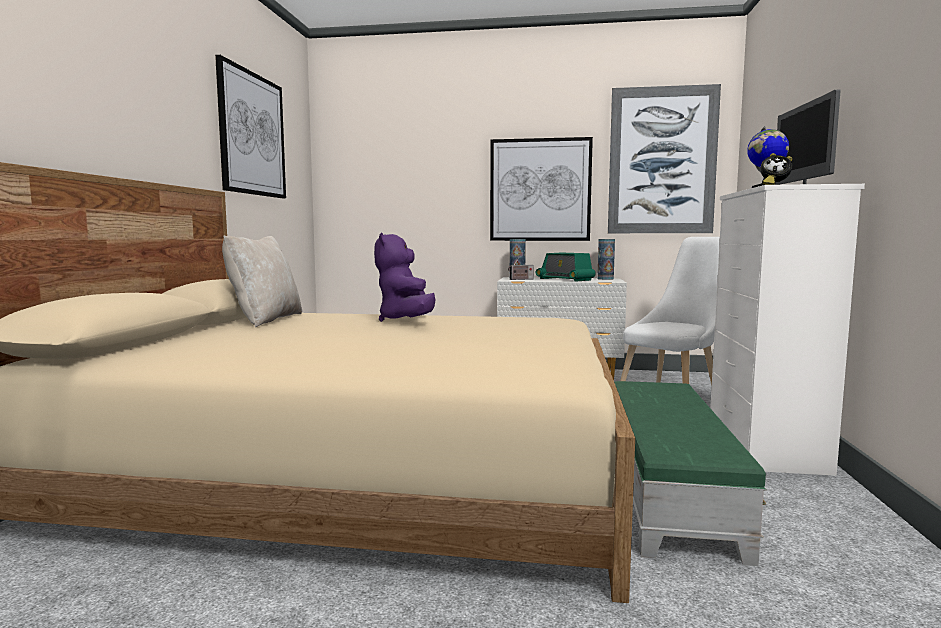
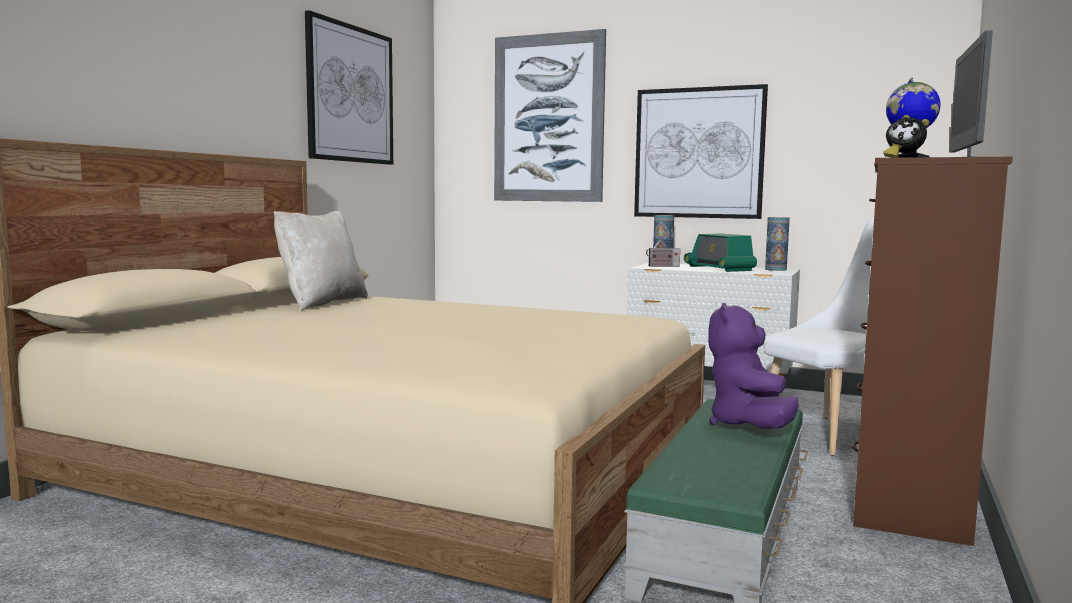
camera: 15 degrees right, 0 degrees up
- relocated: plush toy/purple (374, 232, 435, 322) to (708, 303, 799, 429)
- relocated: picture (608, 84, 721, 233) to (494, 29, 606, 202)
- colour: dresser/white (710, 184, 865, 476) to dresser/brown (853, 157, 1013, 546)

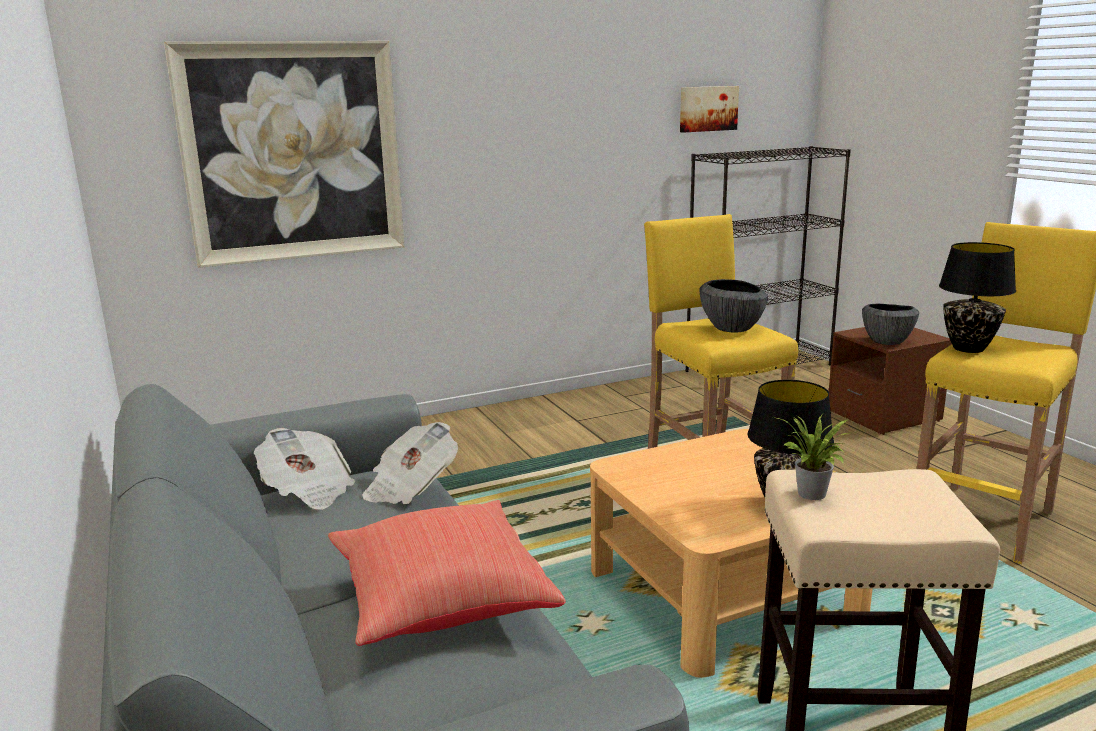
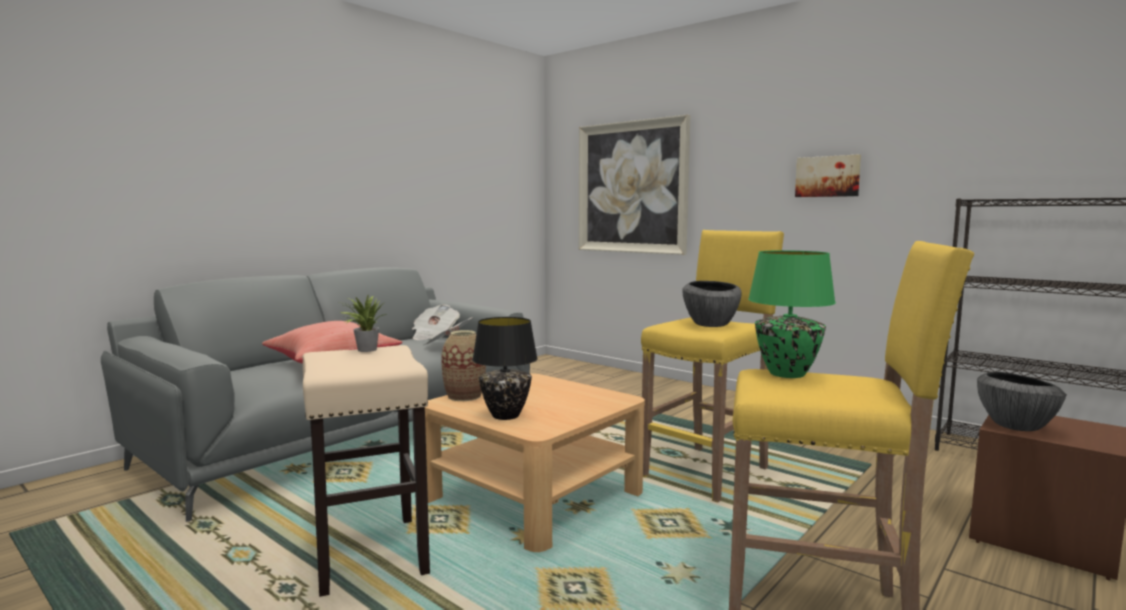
camera: 65 degrees right, 10 degrees down
- relocated: picture (680, 86, 739, 133) to (795, 154, 861, 197)
- colour: table lamp/black (939, 242, 1016, 353) to table lamp/green (748, 250, 836, 378)
- appeared: vase (442, 330, 486, 401)

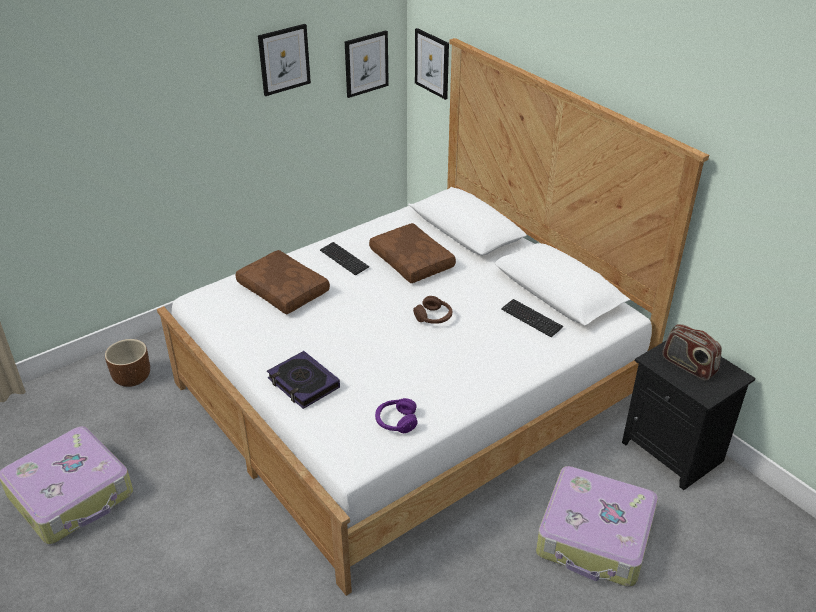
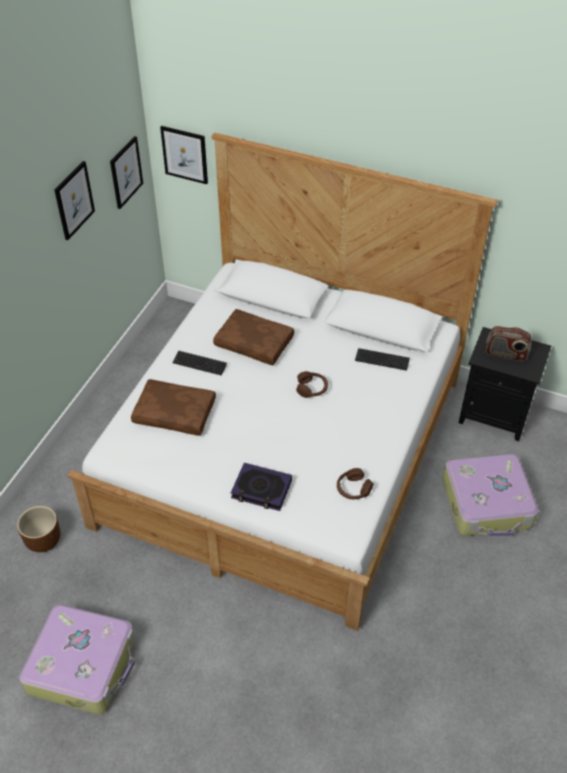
camera: 30 degrees left, 10 degrees up
- colour: headphones/purple (375, 398, 418, 433) to headphones/brown (337, 468, 373, 499)

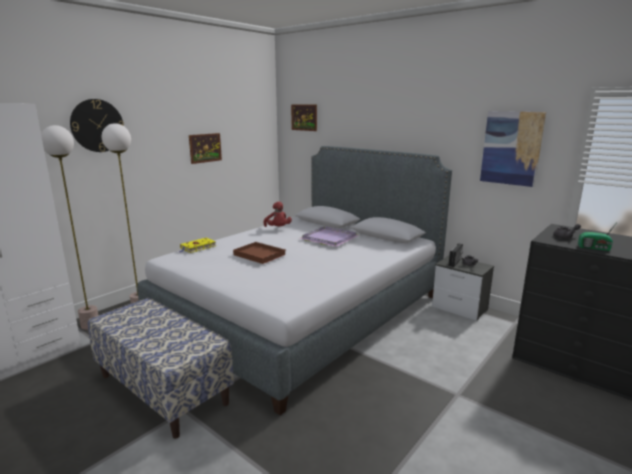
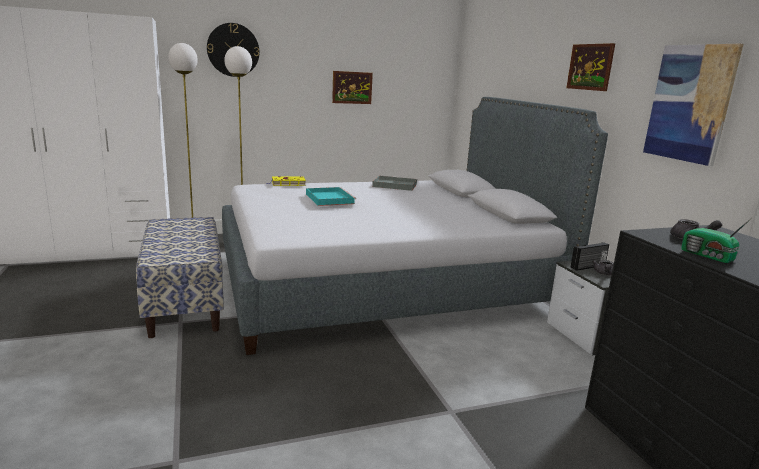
camera: 30 degrees right, 0 degrees up
- colour: tray/brown (233, 242, 286, 264) to tray/turquoise (306, 187, 356, 206)
- exchanged: plush toy/red (263, 202, 292, 227) to tray/grey (372, 175, 417, 191)
- relocated: picture (291, 104, 317, 131) to (566, 43, 615, 91)
- missing: tray/purple (299, 226, 359, 247)

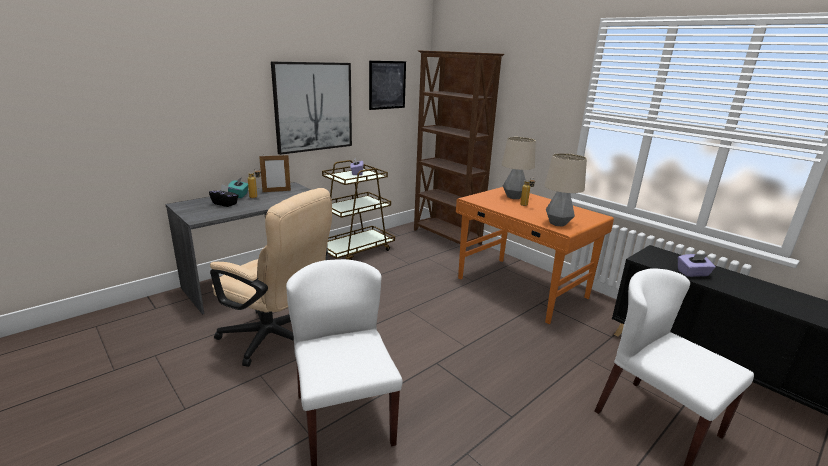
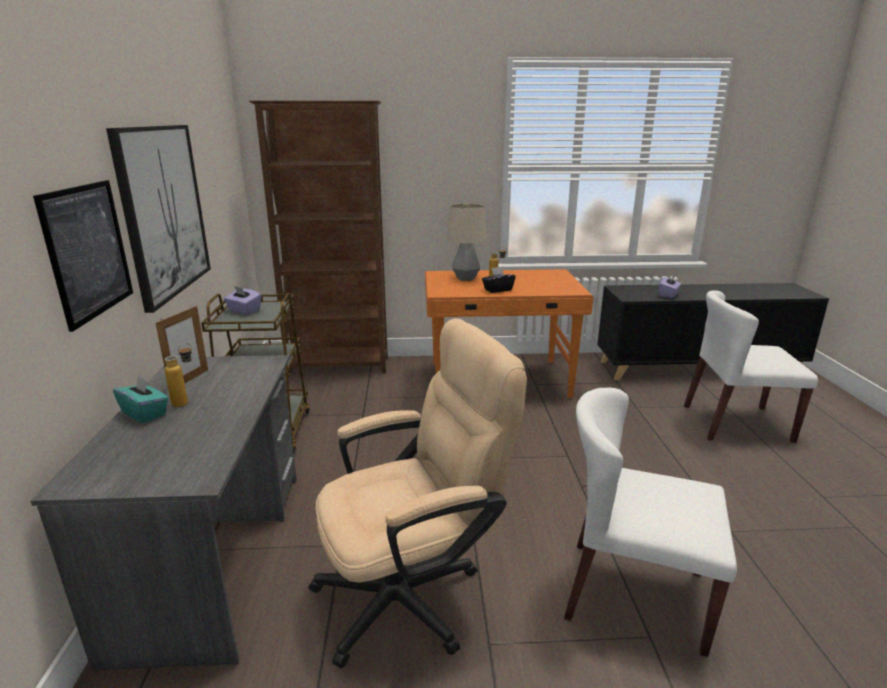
camera: 50 degrees left, 0 degrees up
- relocated: tissue box/black (209, 184, 239, 207) to (482, 267, 515, 293)
- relocated: picture (369, 61, 406, 110) to (33, 180, 133, 332)
- missing: table lamp (544, 153, 587, 227)

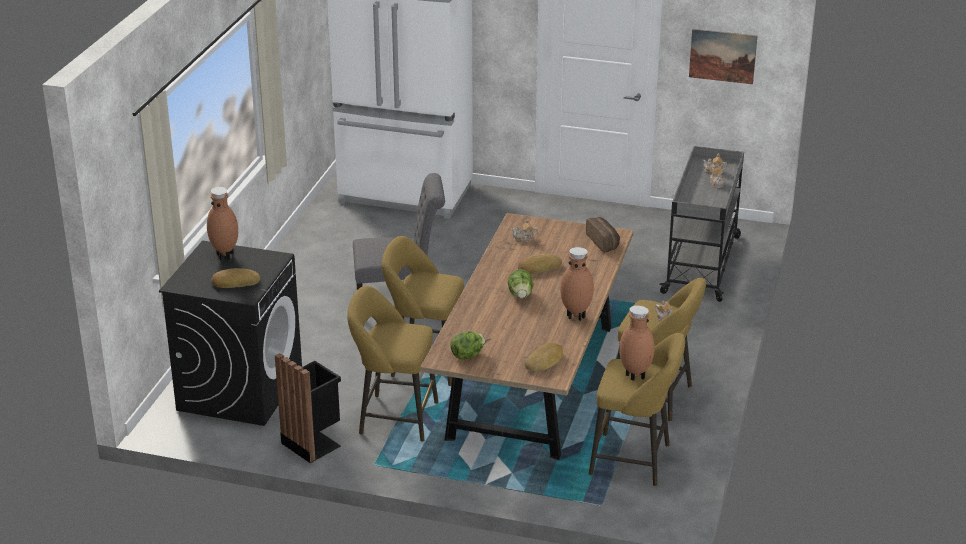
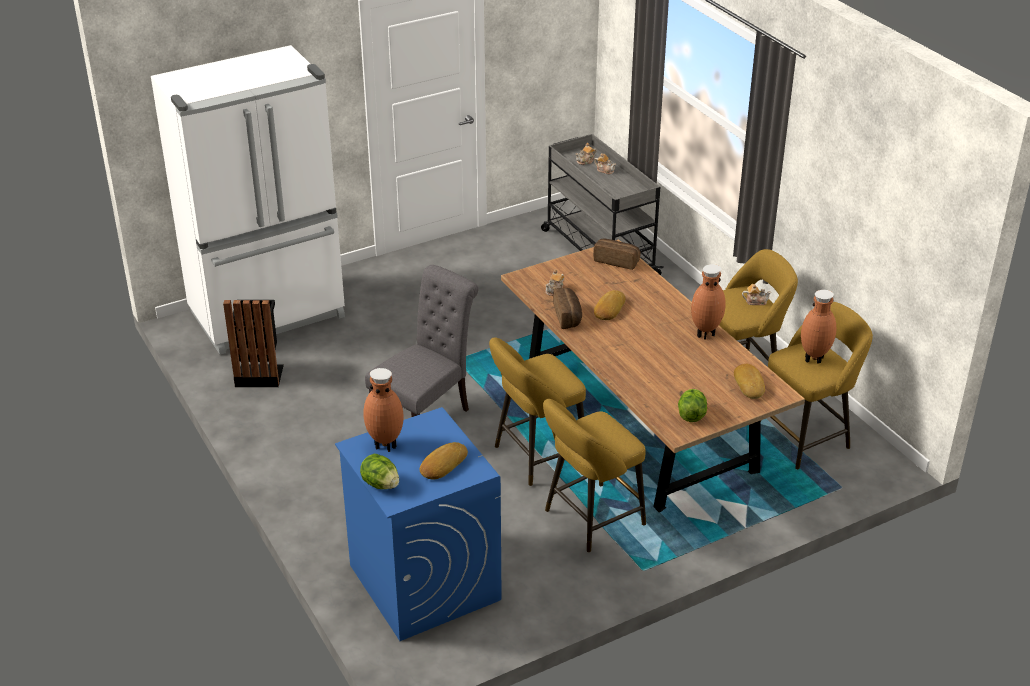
camera: 45 degrees left, 5 degrees up
- colour: washing machine/black (159, 241, 302, 426) to washing machine/blue (335, 407, 502, 641)
- relocated: trash can/black (275, 353, 341, 463) to (223, 300, 284, 387)
- relocated: lettuce (508, 269, 534, 298) to (360, 454, 399, 489)
- missing: picture (689, 29, 757, 84)
- appeared: bread (553, 288, 582, 329)

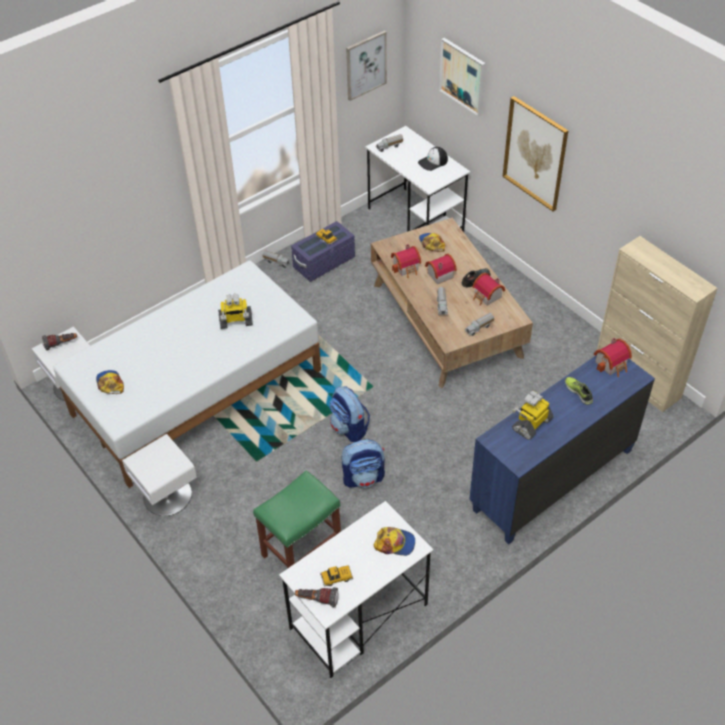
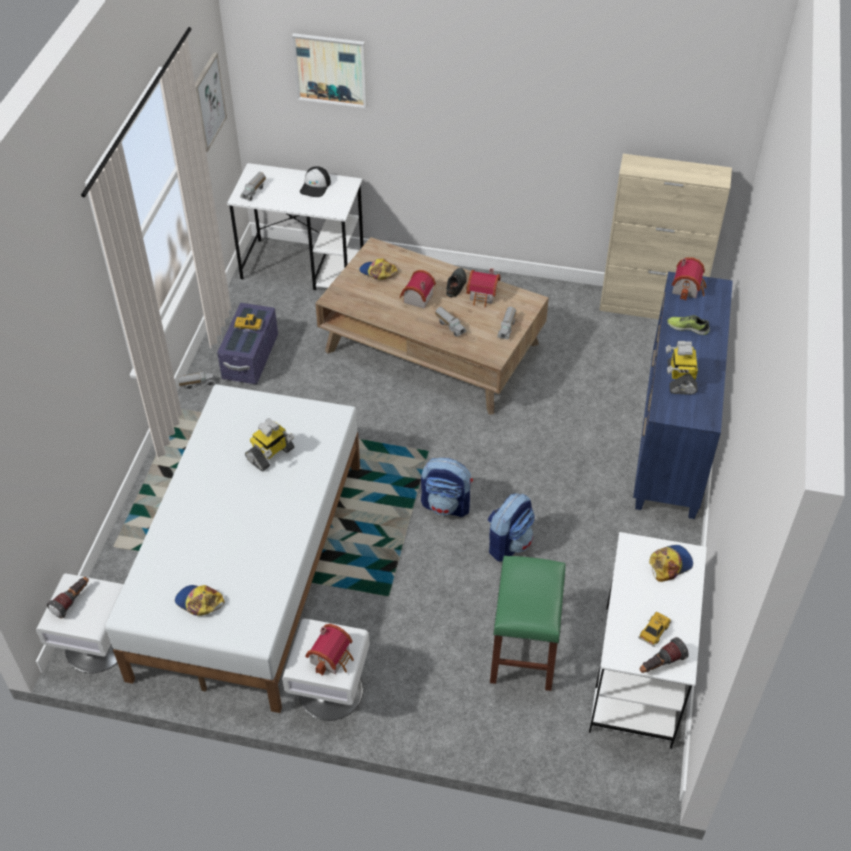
camera: 40 degrees left, 0 degrees up
- relocated: toy house (391, 244, 421, 278) to (305, 624, 354, 676)
- missing: picture (503, 96, 568, 211)

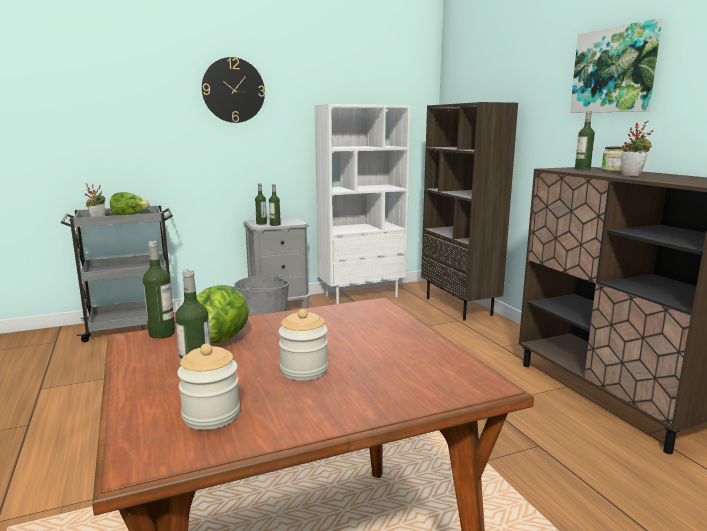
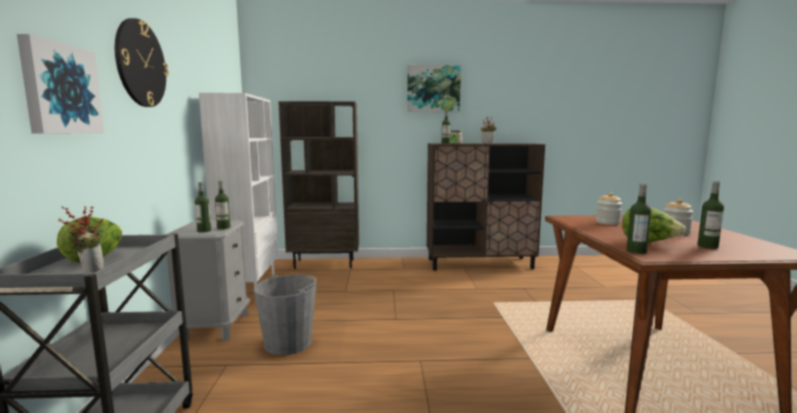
camera: 70 degrees left, 5 degrees down
- relocated: jar (177, 344, 240, 430) to (596, 193, 622, 225)
- appeared: picture (17, 34, 104, 133)

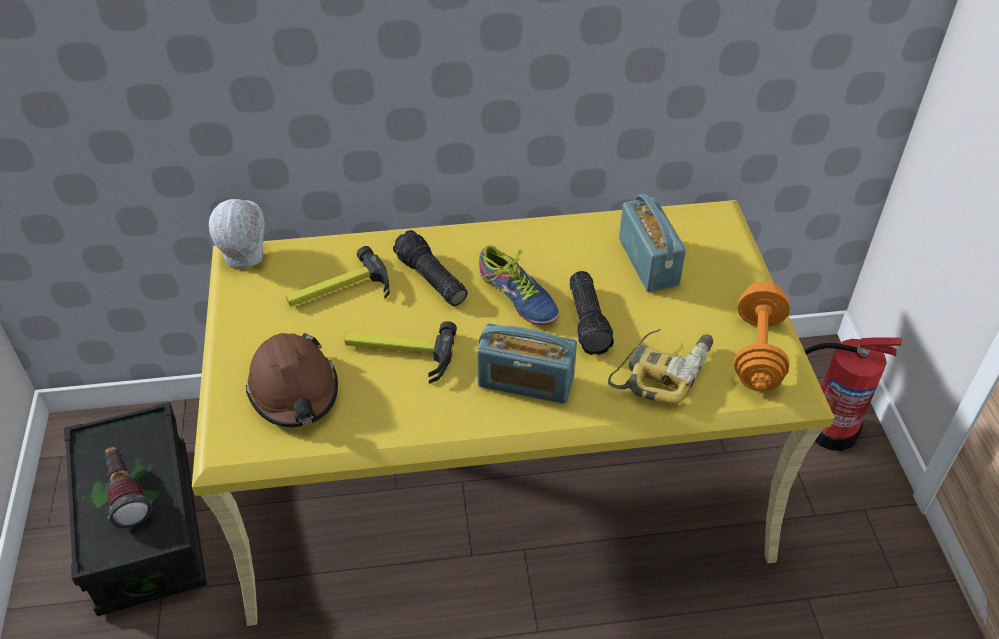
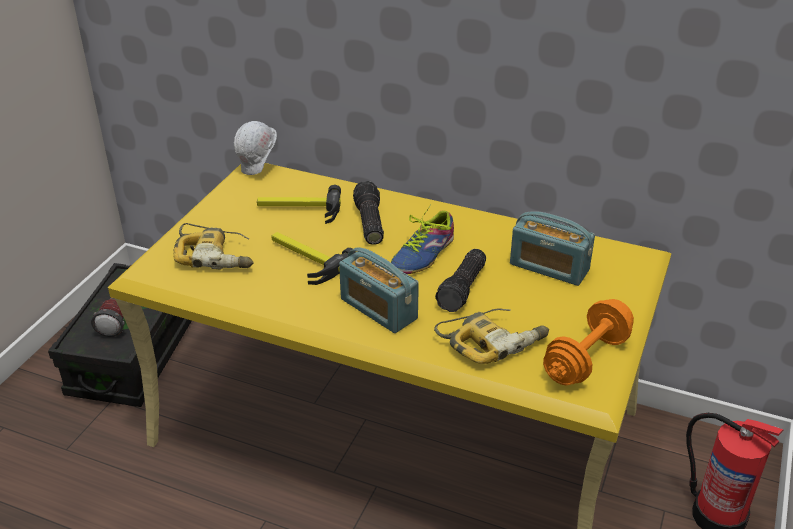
camera: 30 degrees right, 10 degrees down
- exchanged: hard hat/brown (246, 333, 338, 427) to power drill (173, 223, 254, 270)
- spun: shoe (477, 245, 559, 326) = (391, 204, 454, 274) 45 degrees clockwise
- spun: radio (619, 194, 686, 292) = (510, 211, 595, 286) 105 degrees clockwise

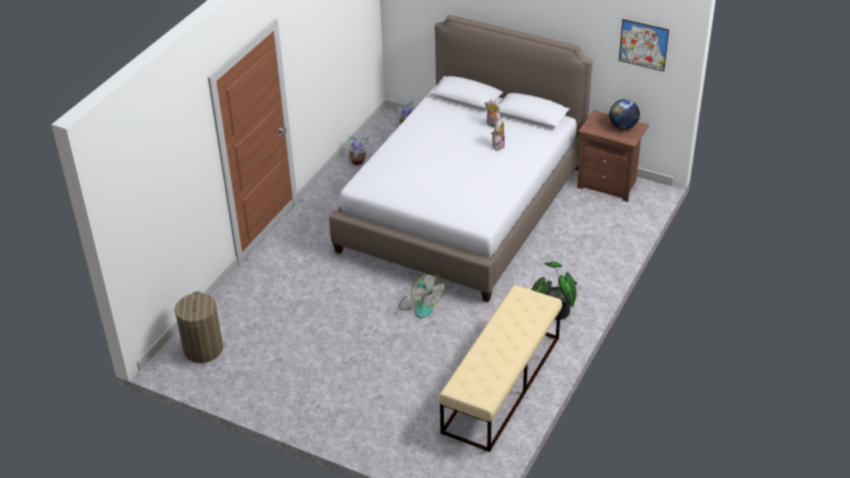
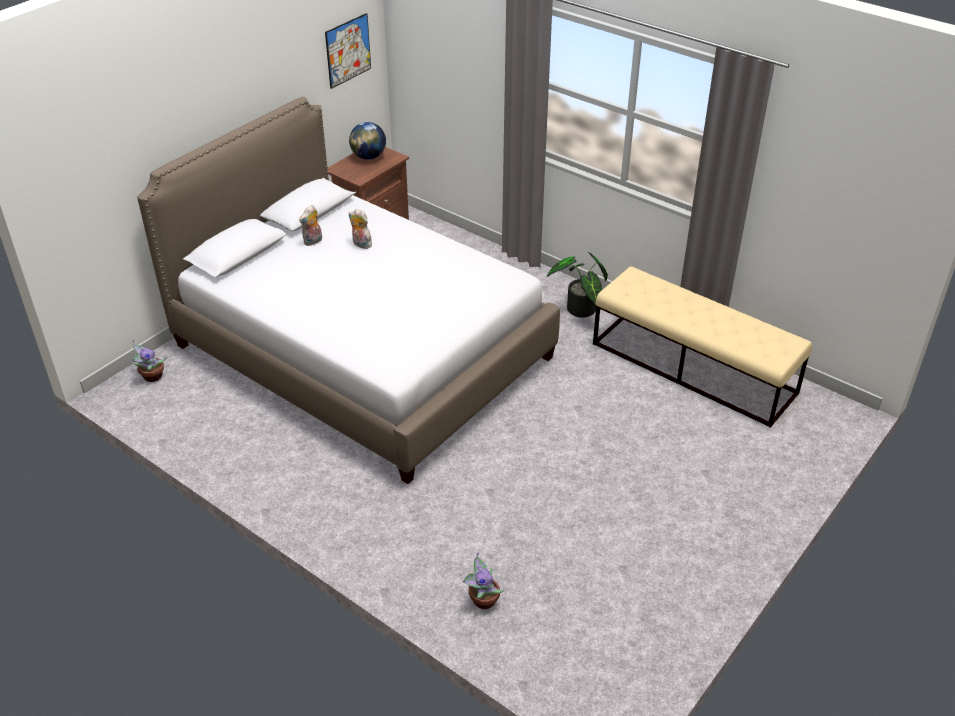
camera: 80 degrees left, 0 degrees up
- missing: laundry basket (175, 291, 223, 363)
- relocated: potted plant (346, 135, 369, 165) to (463, 552, 504, 609)
- missing: fan (399, 273, 445, 319)

